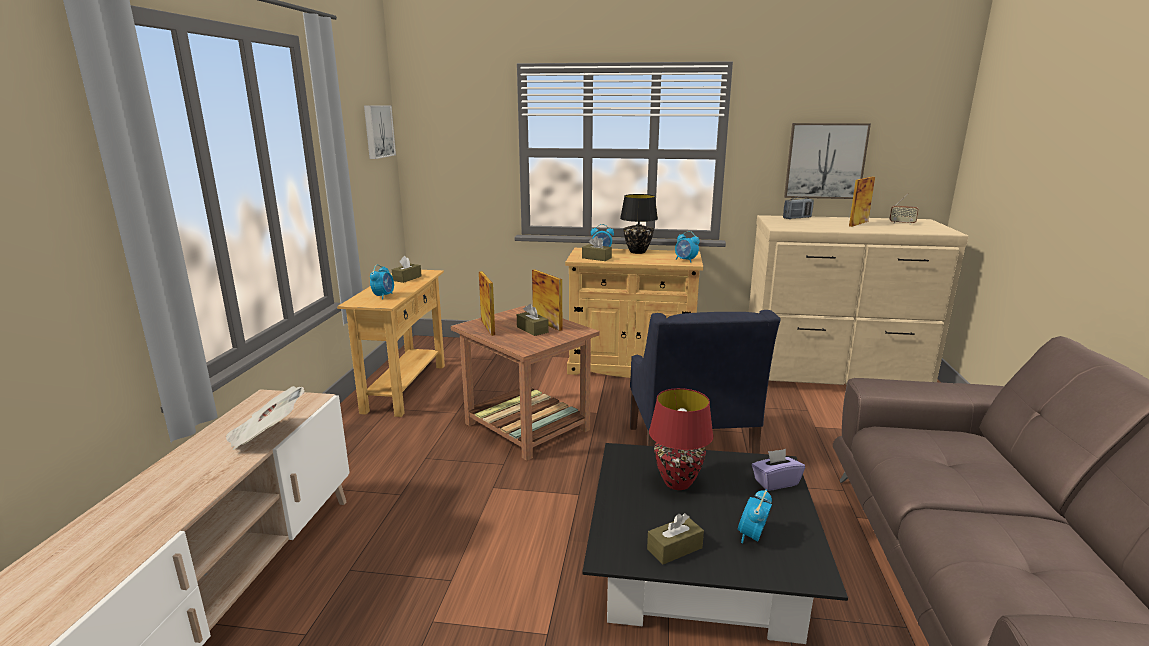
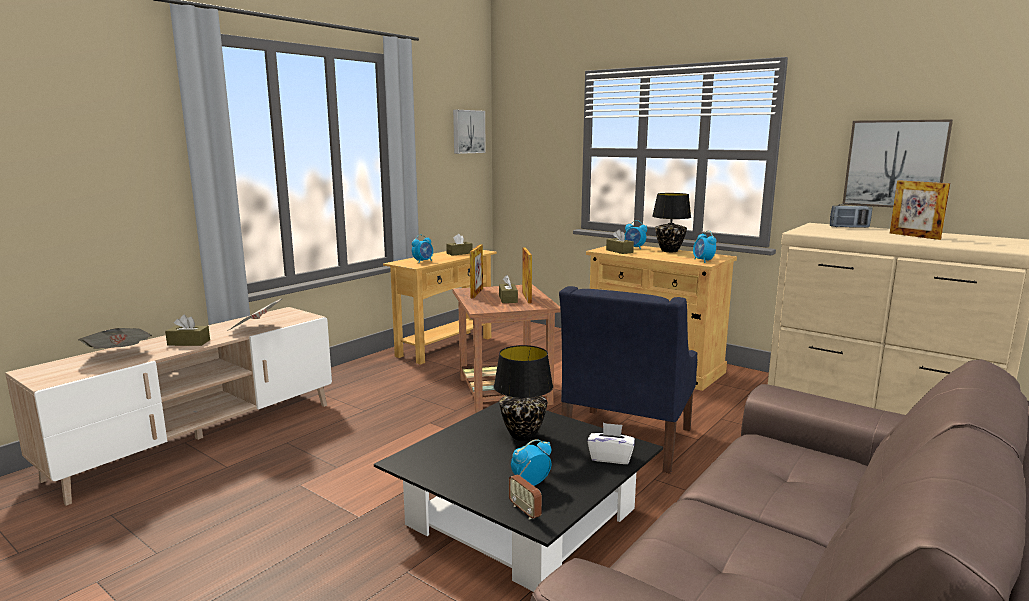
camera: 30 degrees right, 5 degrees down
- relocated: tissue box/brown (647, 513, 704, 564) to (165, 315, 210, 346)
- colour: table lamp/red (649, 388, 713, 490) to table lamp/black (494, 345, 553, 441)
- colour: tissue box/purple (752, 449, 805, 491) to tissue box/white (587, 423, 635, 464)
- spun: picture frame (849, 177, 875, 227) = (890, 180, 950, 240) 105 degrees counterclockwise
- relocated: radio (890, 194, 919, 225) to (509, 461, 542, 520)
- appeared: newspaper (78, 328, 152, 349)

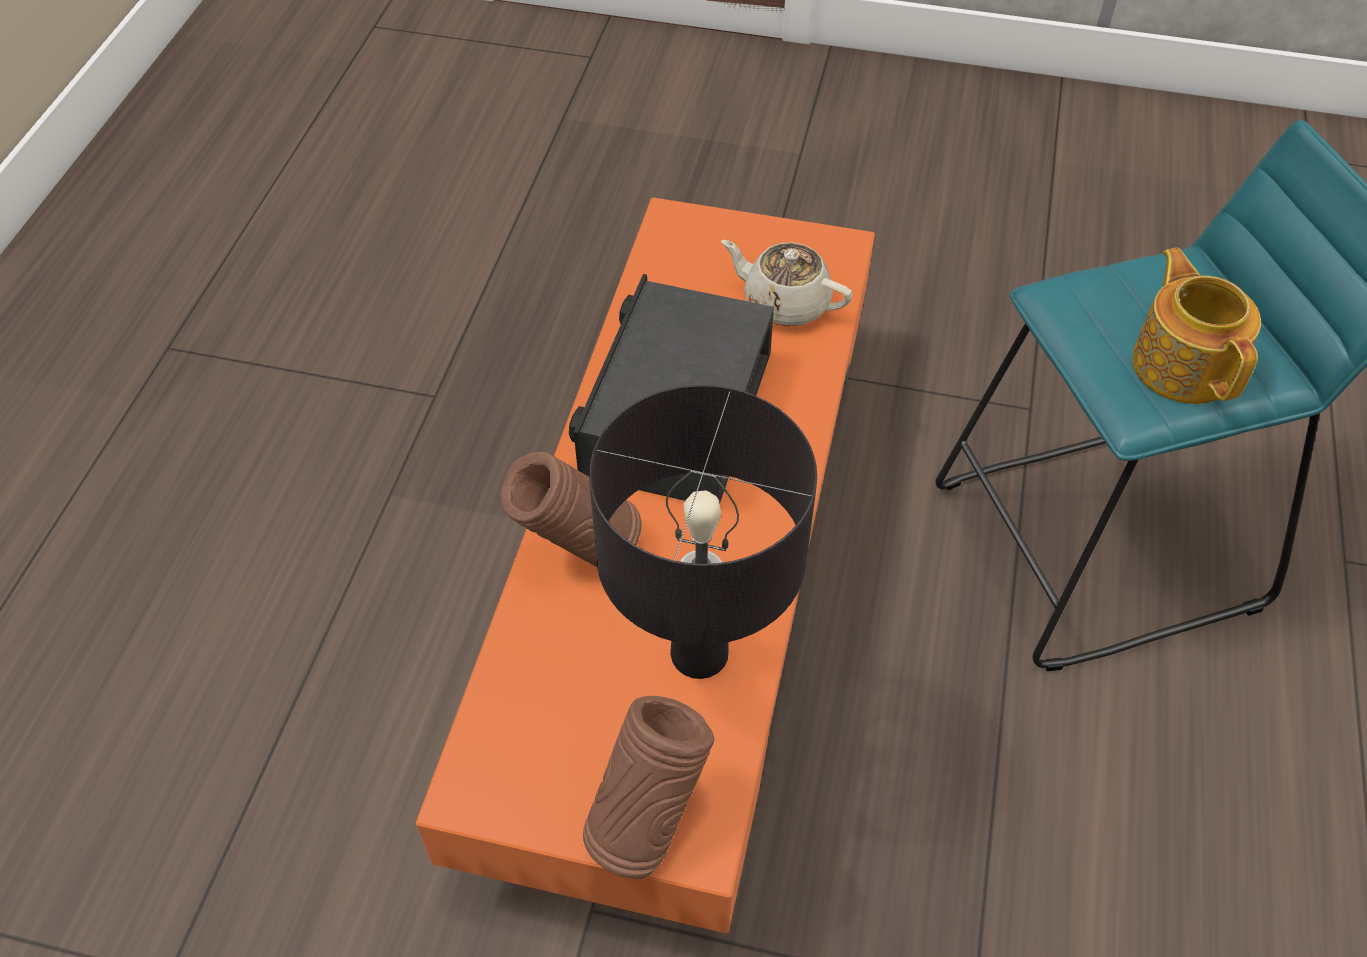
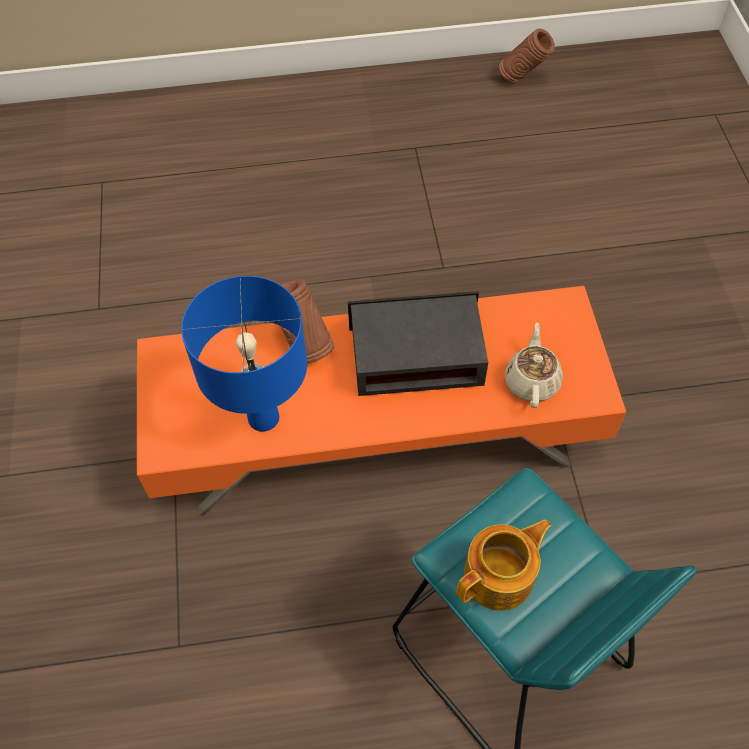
camera: 70 degrees right, 5 degrees up
- relocated: vase/brown (583, 696, 714, 879) to (499, 29, 555, 84)
- colour: table lamp/black (589, 385, 817, 679) to table lamp/blue (181, 276, 307, 432)

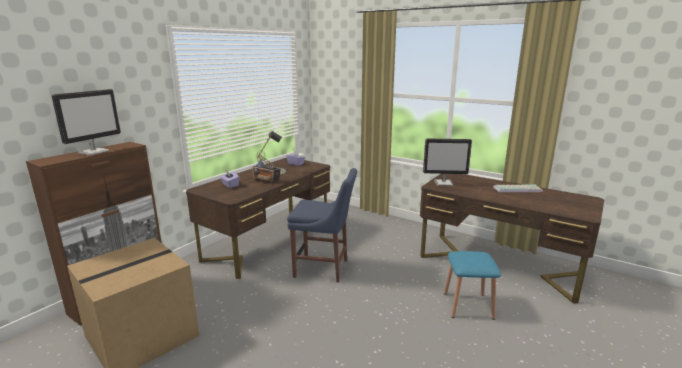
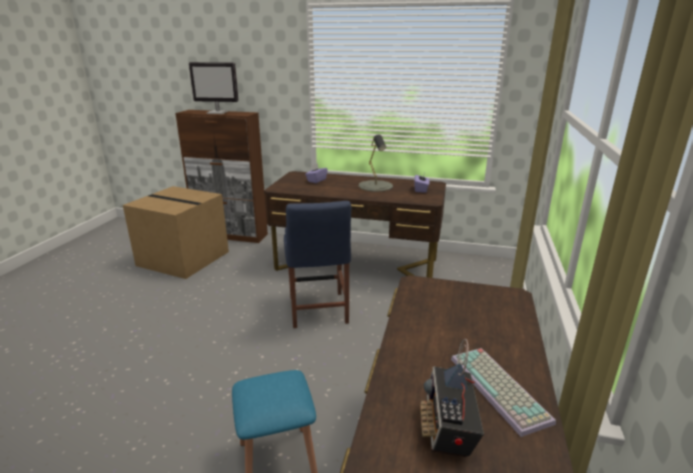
camera: 70 degrees right, 5 degrees up
- relocated: radio (252, 150, 281, 183) to (420, 338, 484, 457)
- missing: monitor (423, 138, 472, 186)

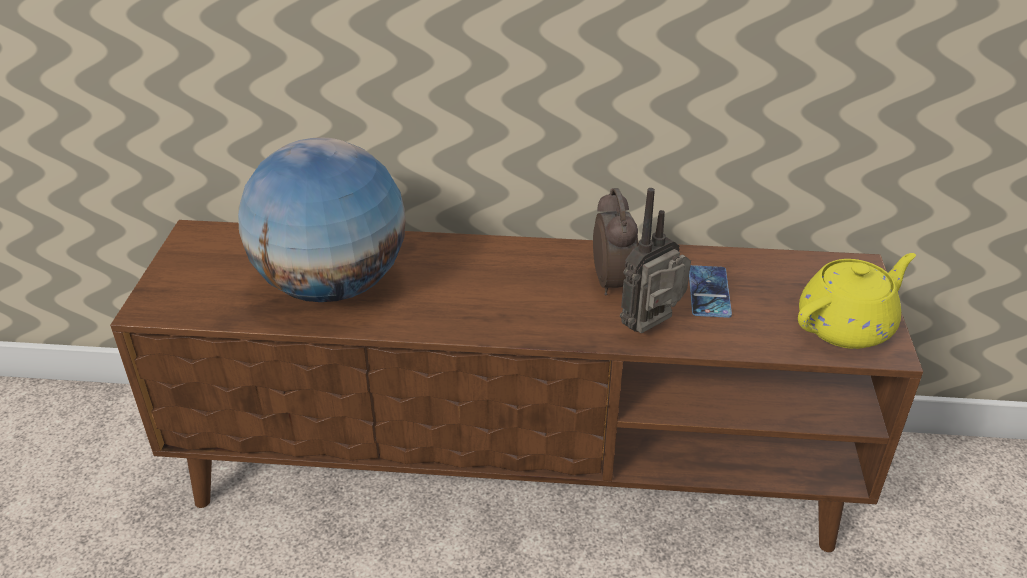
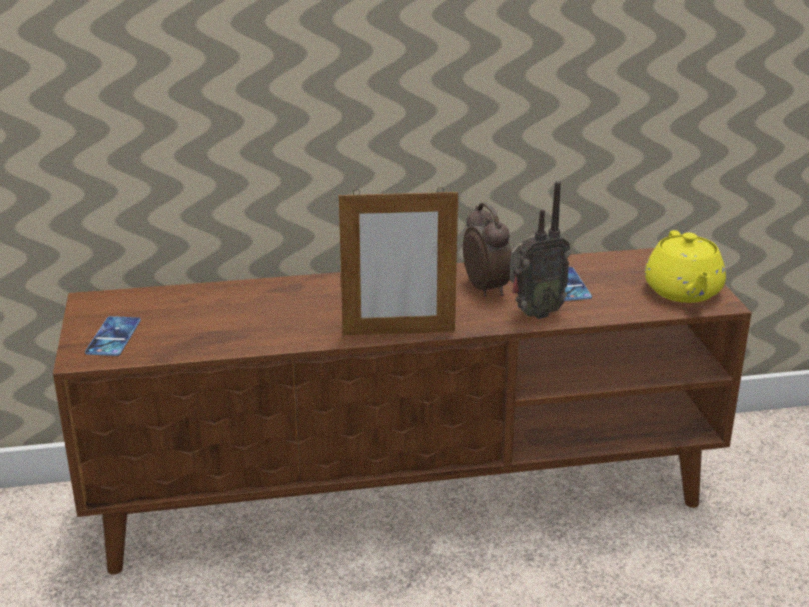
camera: 15 degrees left, 10 degrees down
- missing: globe (238, 137, 406, 302)
- spun: radio (620, 188, 691, 334) = (509, 181, 570, 319) 150 degrees counterclockwise
- spun: teapot/yellow (798, 253, 916, 349) = (645, 230, 726, 303) 135 degrees clockwise
- appeared: phone (85, 316, 141, 356)
- appeared: picture frame (339, 187, 458, 336)

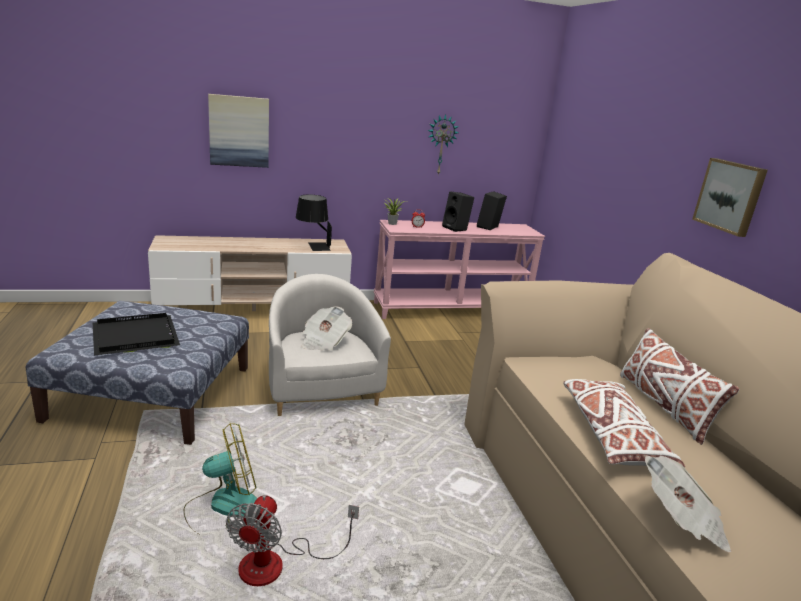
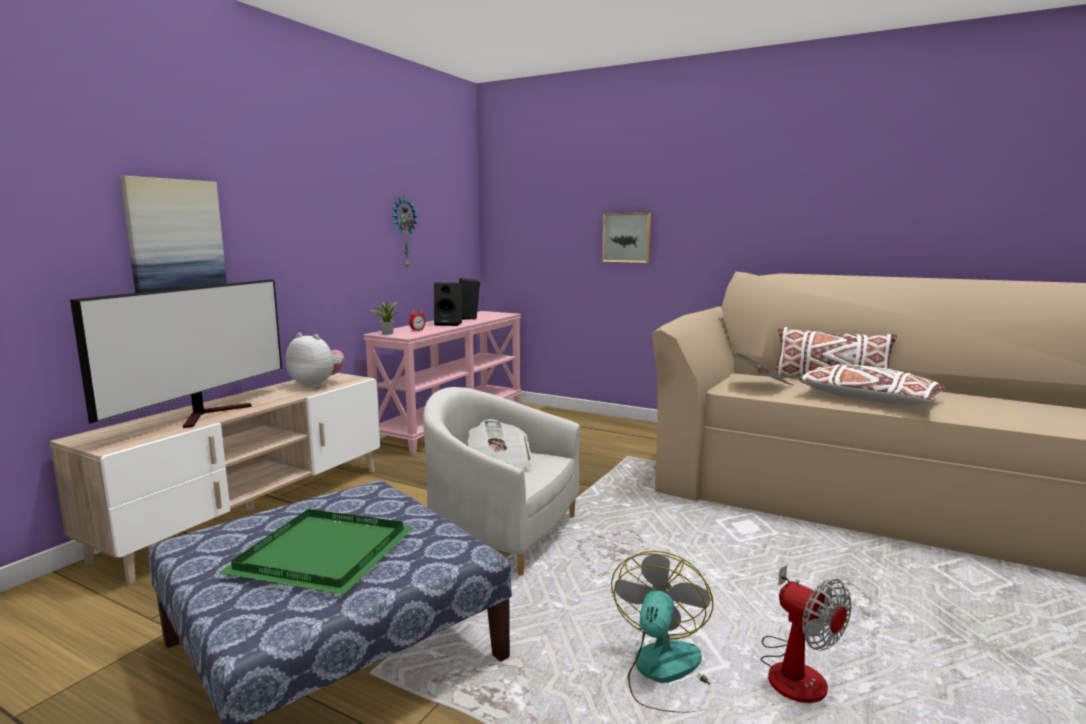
camera: 45 degrees left, 10 degrees down
- colour: tray/black (93, 313, 180, 355) to tray/green (219, 509, 414, 594)
- exchanged: table lamp/black (296, 195, 332, 251) to plush toy (286, 333, 345, 388)
- relocated: newspaper (645, 455, 731, 552) to (733, 353, 793, 385)
- relocated: picture (692, 158, 768, 237) to (602, 213, 651, 263)
- appeared: television (70, 279, 282, 428)

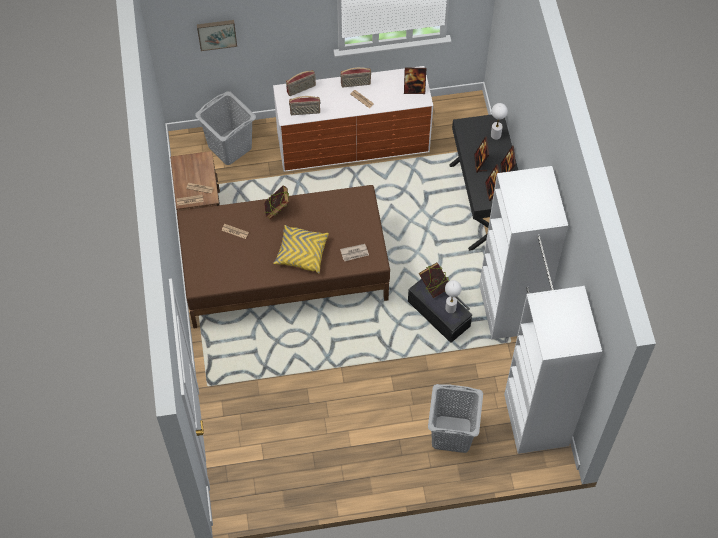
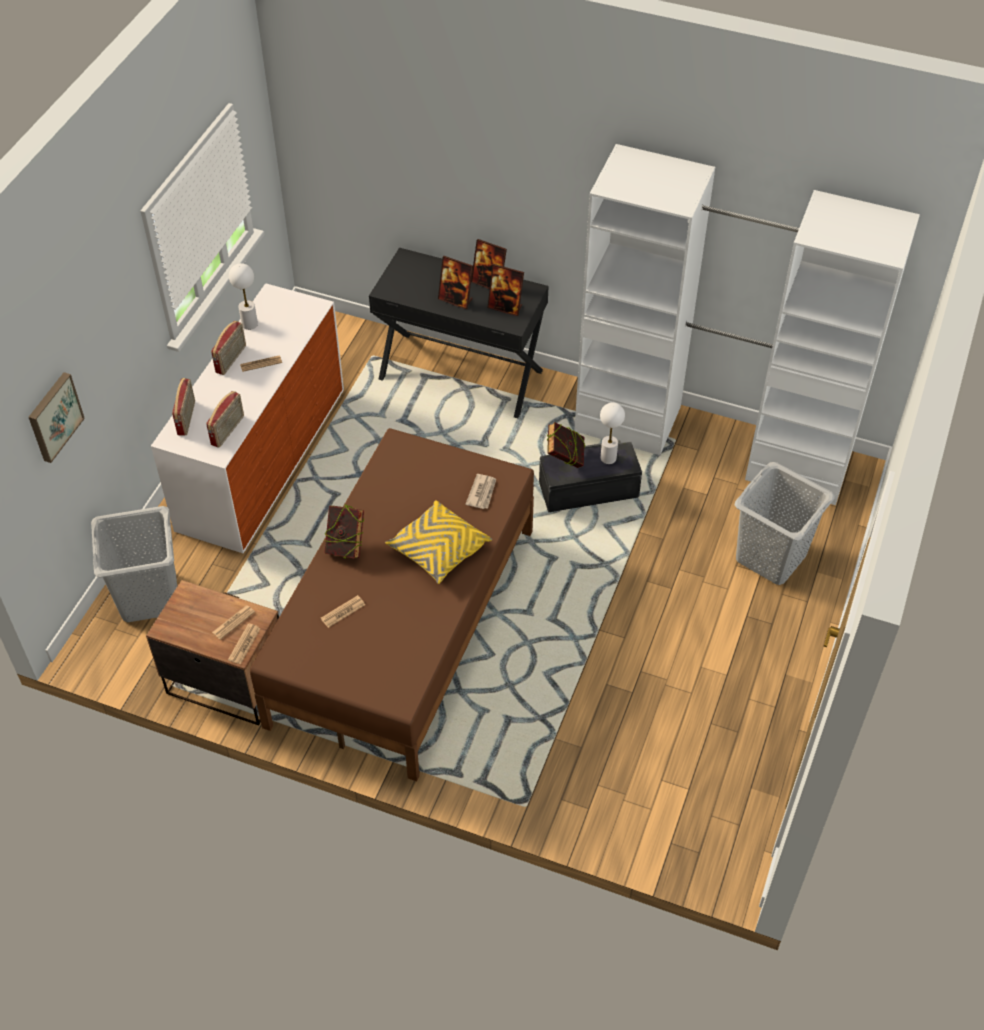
camera: 60 degrees left, 10 degrees down
- missing: picture frame (404, 68, 426, 94)
- relocated: table lamp/white (491, 103, 508, 140) to (229, 263, 258, 330)

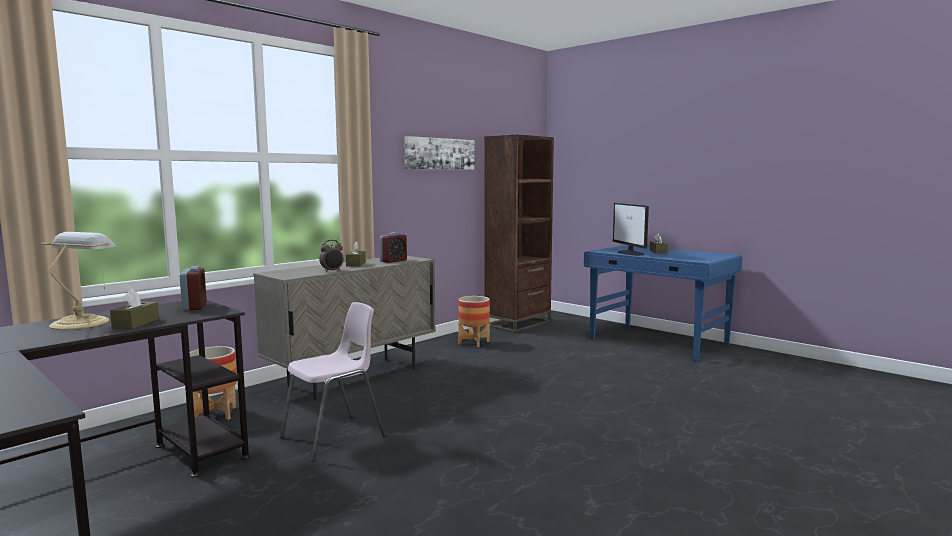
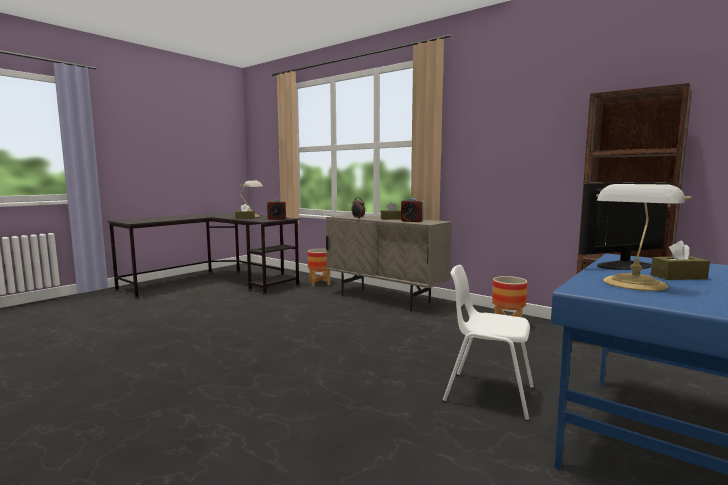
camera: 85 degrees right, 0 degrees up
- missing: chair/pink (280, 302, 385, 462)
- missing: picture (404, 136, 474, 170)
- appeared: chair/white (443, 265, 534, 421)
- appeared: table lamp (596, 184, 692, 291)

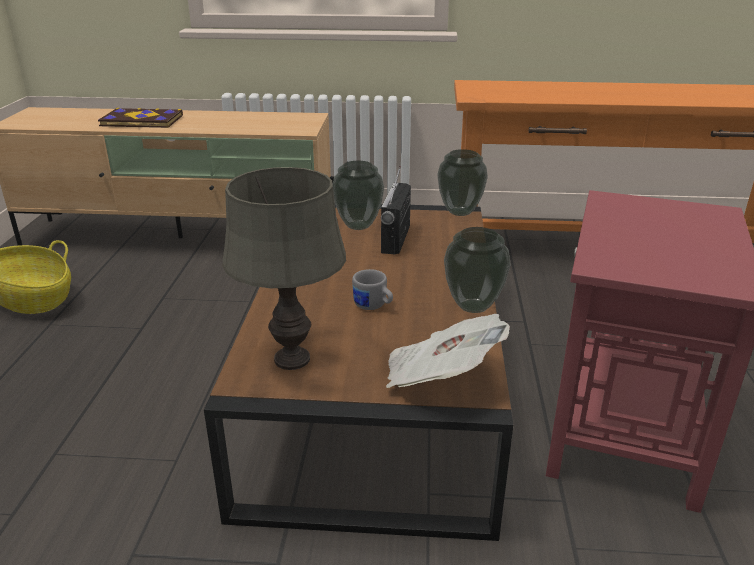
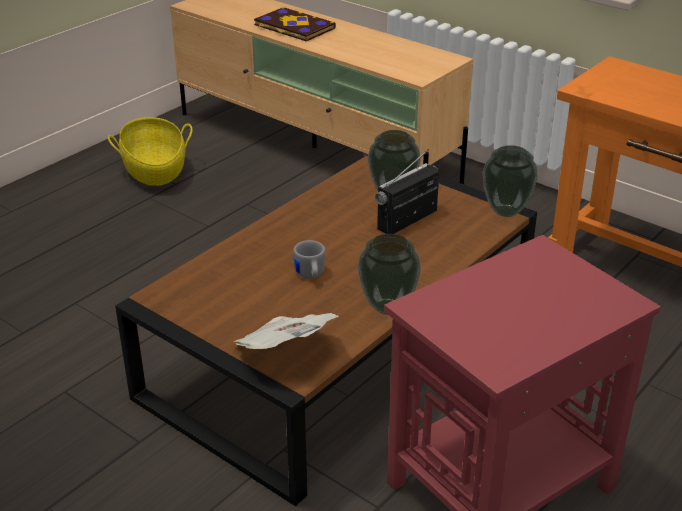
camera: 35 degrees right, 5 degrees up
- missing: table lamp/grey (222, 167, 346, 370)

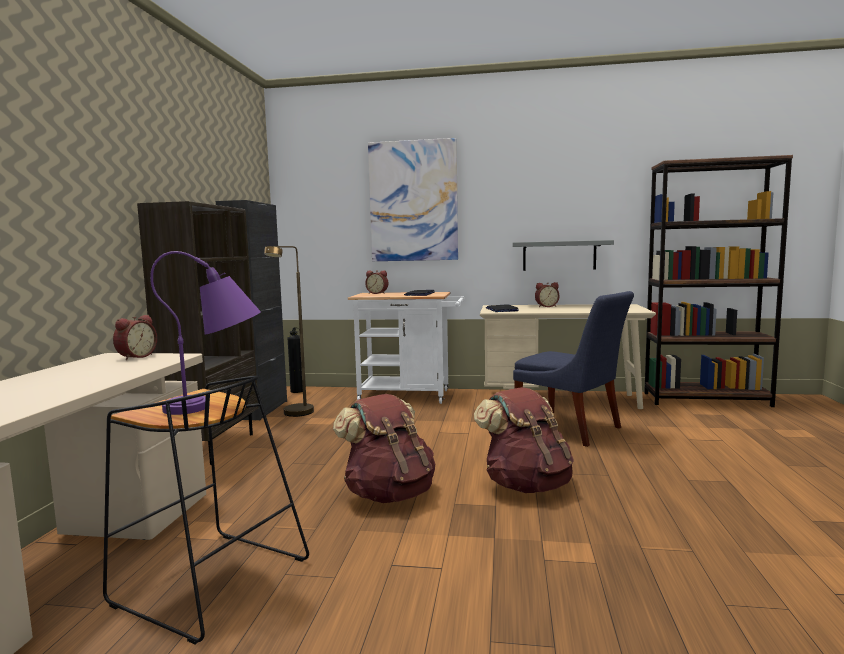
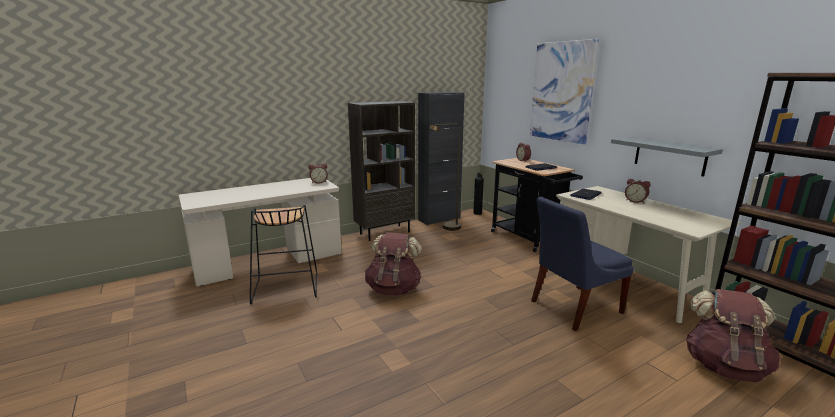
camera: 50 degrees right, 10 degrees up
- missing: table lamp/purple (150, 251, 261, 415)
- colour: cart/white (348, 292, 465, 404) to cart/black (491, 158, 583, 252)
- relocated: backpack/brown (474, 387, 574, 493) to (685, 289, 781, 382)
- spun: chair/blue (513, 291, 634, 447) = (531, 197, 634, 331) 60 degrees clockwise

